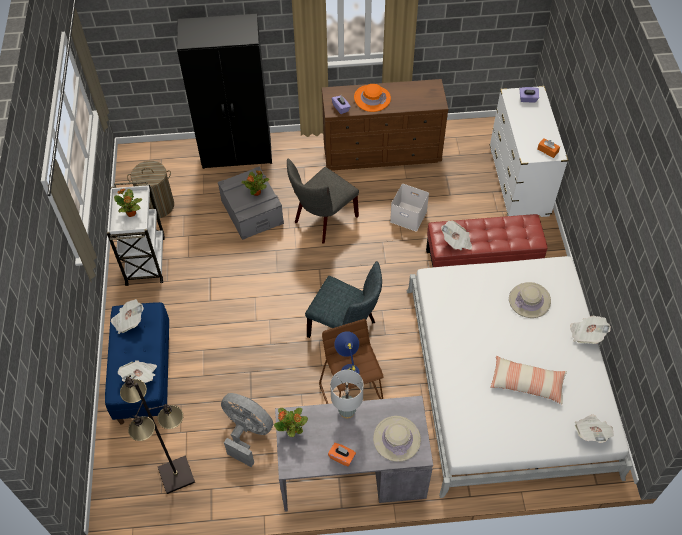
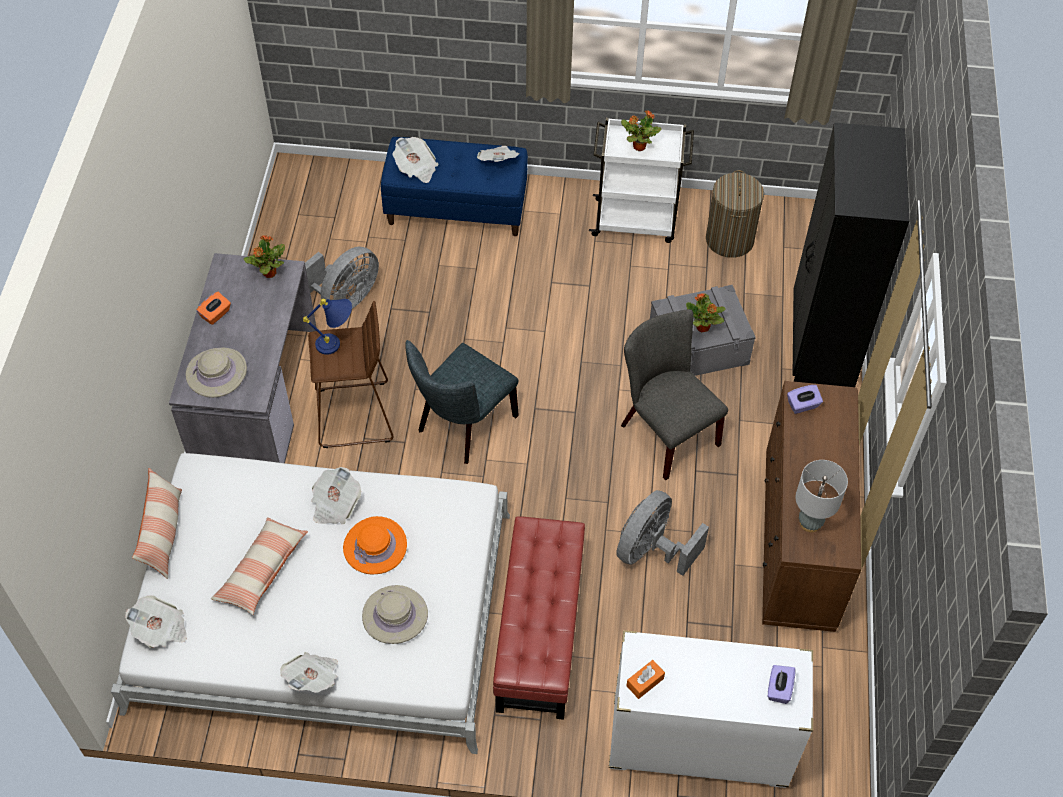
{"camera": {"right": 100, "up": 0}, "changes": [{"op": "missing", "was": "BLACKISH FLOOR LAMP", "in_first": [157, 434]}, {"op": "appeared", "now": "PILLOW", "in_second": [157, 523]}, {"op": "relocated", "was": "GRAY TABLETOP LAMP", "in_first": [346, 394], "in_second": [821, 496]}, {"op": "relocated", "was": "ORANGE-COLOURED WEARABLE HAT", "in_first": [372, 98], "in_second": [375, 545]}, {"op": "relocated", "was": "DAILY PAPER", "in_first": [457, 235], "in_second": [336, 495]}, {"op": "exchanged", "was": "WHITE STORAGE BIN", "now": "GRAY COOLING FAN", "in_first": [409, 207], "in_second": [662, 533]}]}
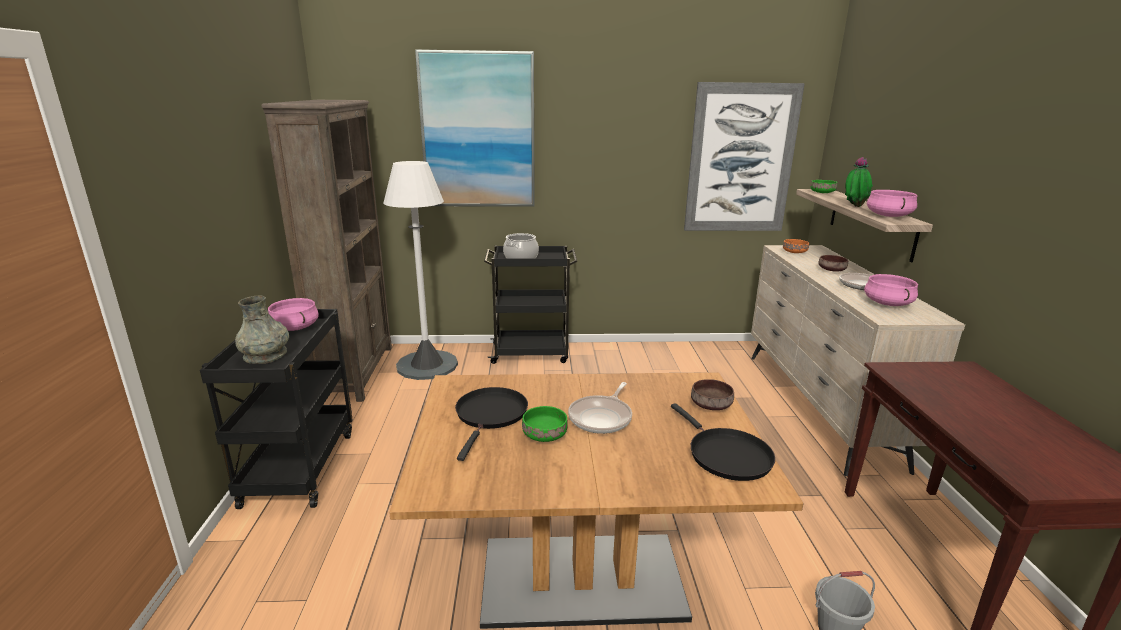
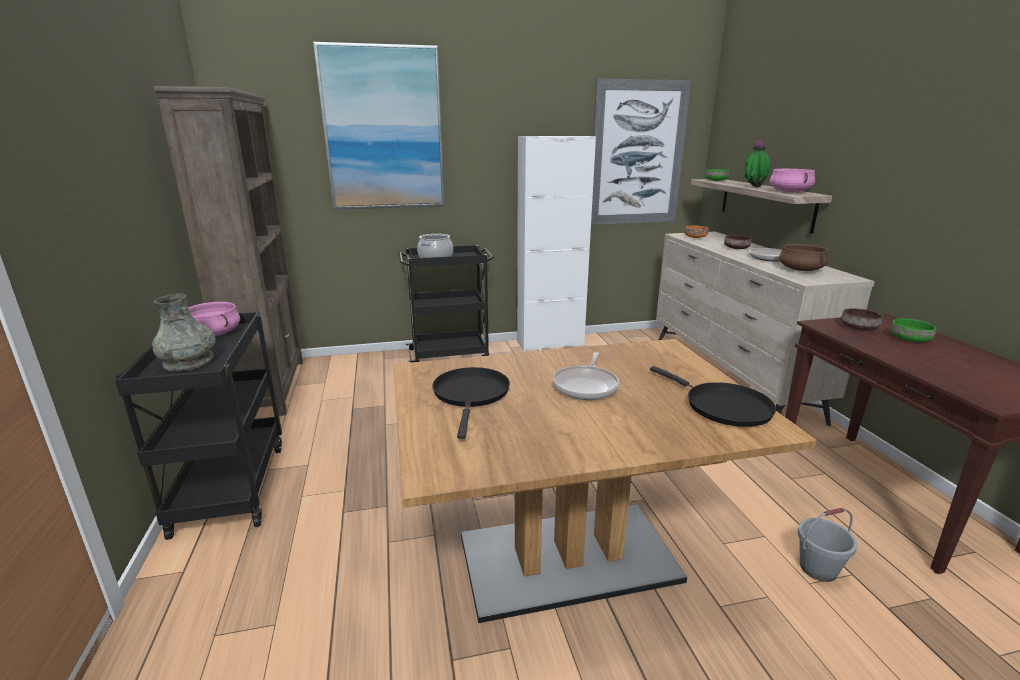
{"camera": {"right": -10, "up": 0}, "changes": [{"op": "missing", "was": "WHITE FLOOR LAMP", "in_first": [420, 270]}, {"op": "appeared", "now": "WHITE STORAGE CABINET", "in_second": [556, 243]}, {"op": "relocated", "was": "GREENISH SERVING BOWL", "in_first": [545, 424], "in_second": [913, 330]}, {"op": "relocated", "was": "BROWN SERVING BOWL", "in_first": [712, 394], "in_second": [862, 319]}, {"op": "colour", "was": "PINK-COLOURED SAUCEPOT", "now": "BROWN SAUCEPOT", "in_first": [891, 290], "in_second": [803, 257]}]}
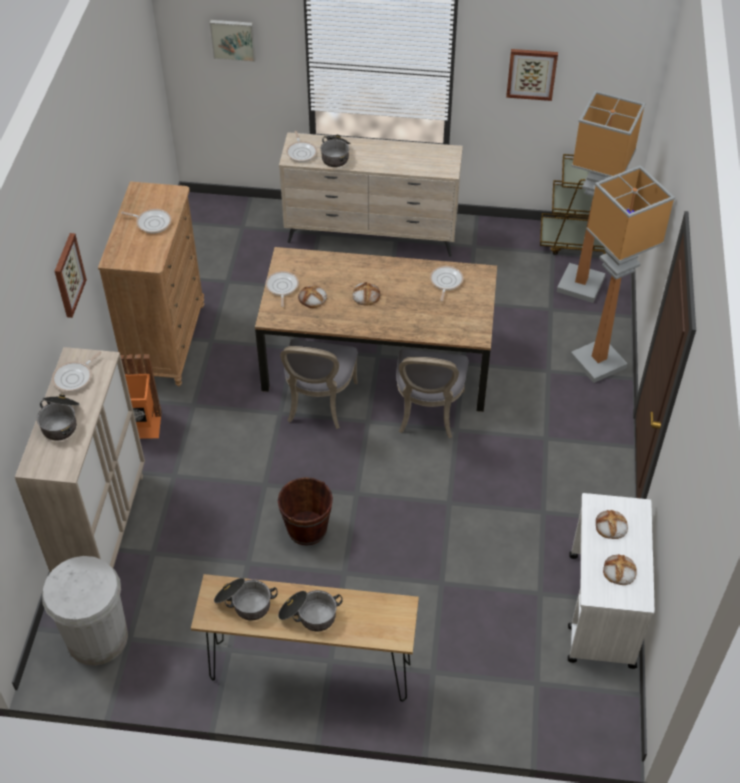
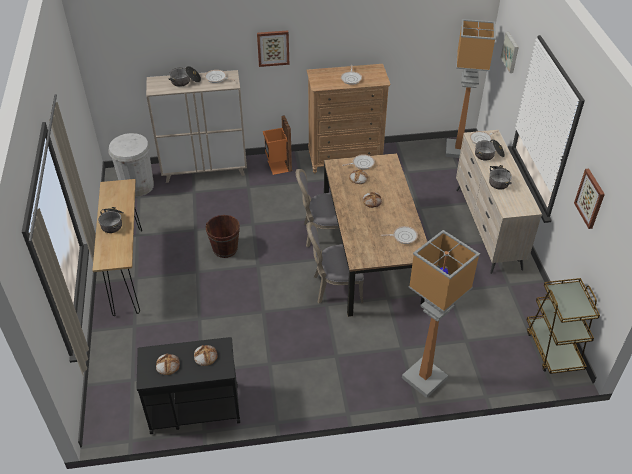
{"camera": {"right": 75, "up": -5}, "changes": [{"op": "relocated", "was": "SAUCEPOT", "in_first": [246, 599], "in_second": [500, 177]}, {"op": "relocated", "was": "FLOOR LAMP", "in_first": [601, 196], "in_second": [471, 88]}, {"op": "colour", "was": "WHITE WHEELED CART", "now": "BLACKISH WHEELED CART", "in_first": [611, 581], "in_second": [188, 385]}]}
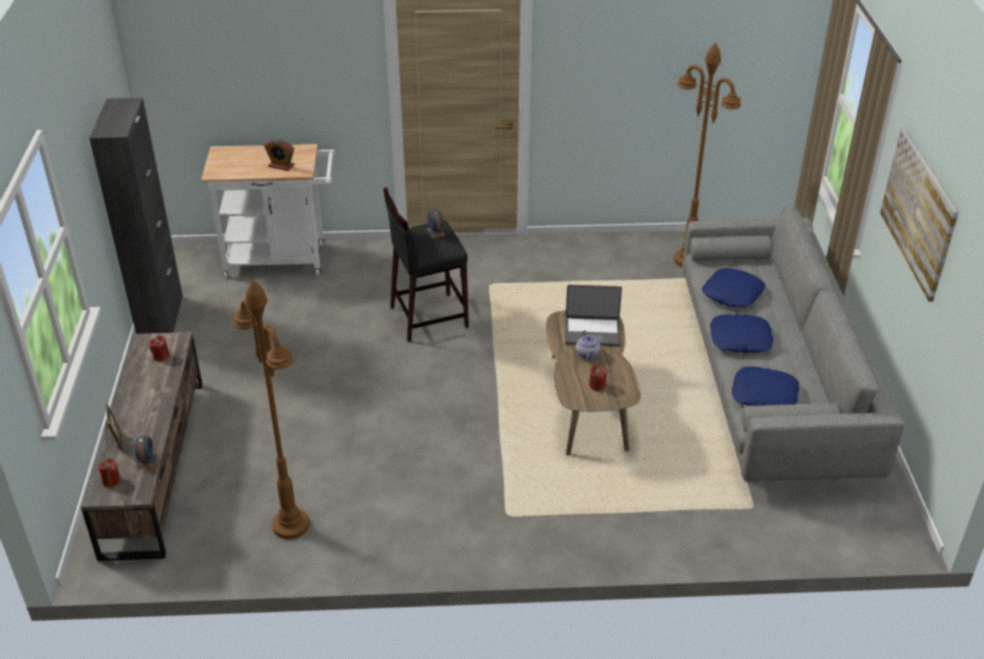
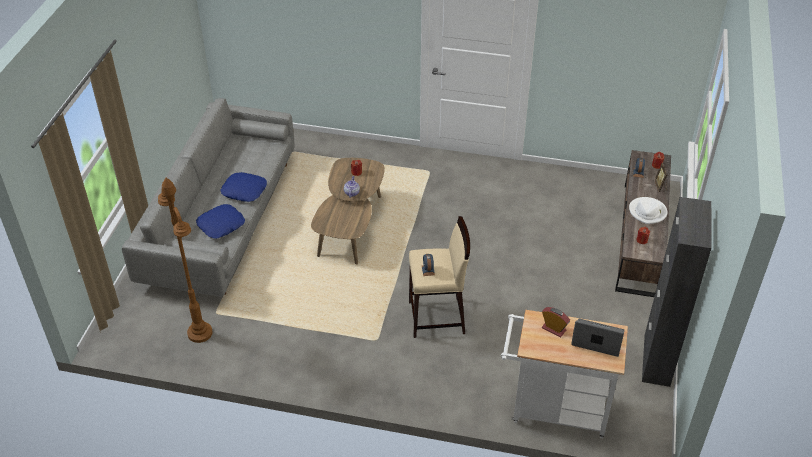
{"camera": {"right": -165, "up": 5}, "changes": [{"op": "missing", "was": "BROWN FLOOR LAMP", "in_first": [271, 409]}, {"op": "missing", "was": "BLUE PILLOW", "in_first": [765, 386]}, {"op": "missing", "was": "WALL PICTURE", "in_first": [919, 215]}, {"op": "appeared", "now": "WHITE WEARABLE HAT", "in_second": [648, 210]}, {"op": "relocated", "was": "LAPTOP", "in_first": [593, 315], "in_second": [598, 338]}, {"op": "colour", "was": "BLACKISH STOOL SEAT", "now": "BEIGE STOOL SEAT", "in_first": [426, 265], "in_second": [439, 277]}]}
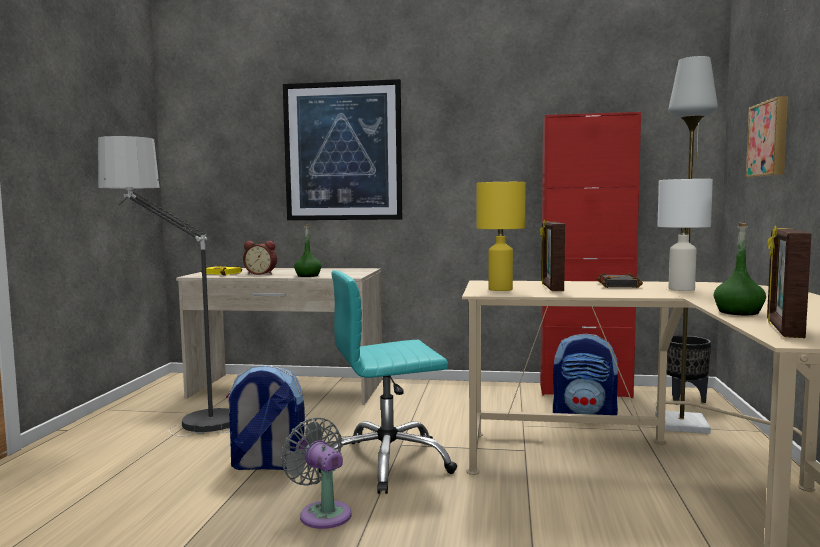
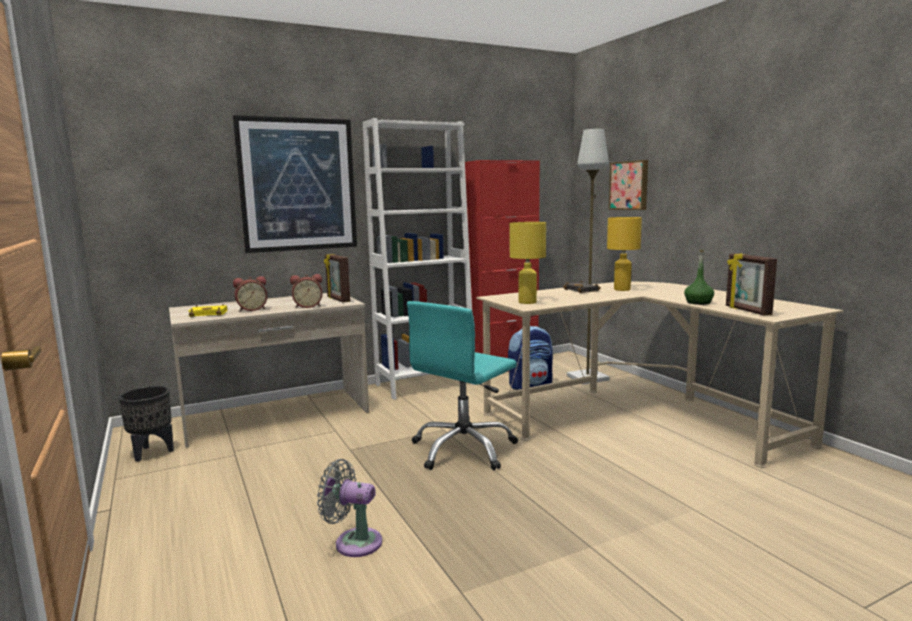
{"camera": {"right": -35, "up": 5}, "changes": [{"op": "missing", "was": "FLOOR LAMP", "in_first": [164, 286]}, {"op": "missing", "was": "RUCKSACK", "in_first": [265, 417]}, {"op": "appeared", "now": "WHITE SHELVING UNIT", "in_second": [419, 259]}, {"op": "relocated", "was": "GRAY COOLING FAN", "in_first": [316, 473], "in_second": [349, 508]}, {"op": "relocated", "was": "STANDING FRAME", "in_first": [552, 255], "in_second": [337, 278]}, {"op": "relocated", "was": "BLACKISH FLOWER POT", "in_first": [689, 370], "in_second": [146, 424]}, {"op": "exchanged", "was": "GREENISH DRINK BOTTLE", "now": "TABLE CLOCK", "in_first": [308, 250], "in_second": [306, 291]}, {"op": "colour", "was": "WHITE TABLETOP LAMP", "now": "YELLOW-COLOURED TABLETOP LAMP", "in_first": [685, 235], "in_second": [624, 254]}]}
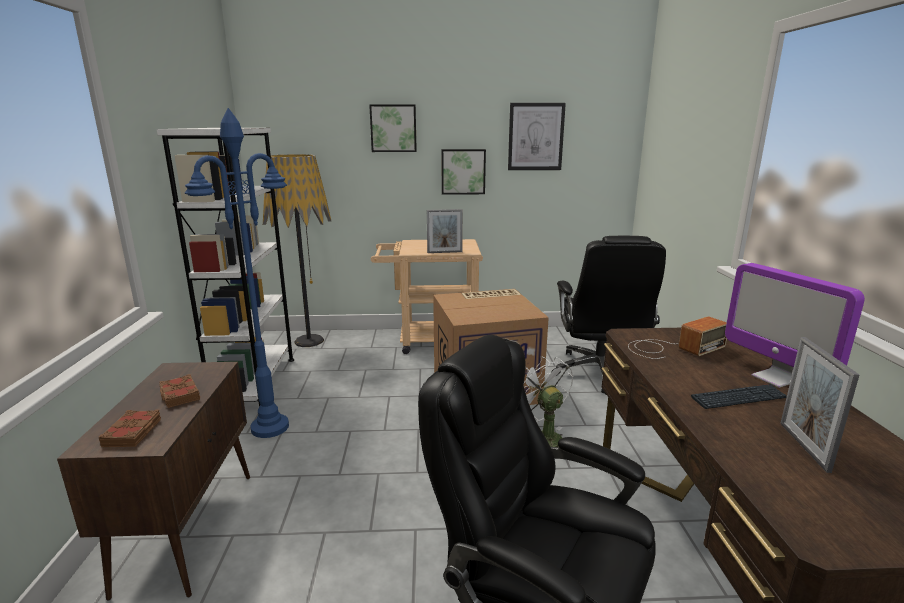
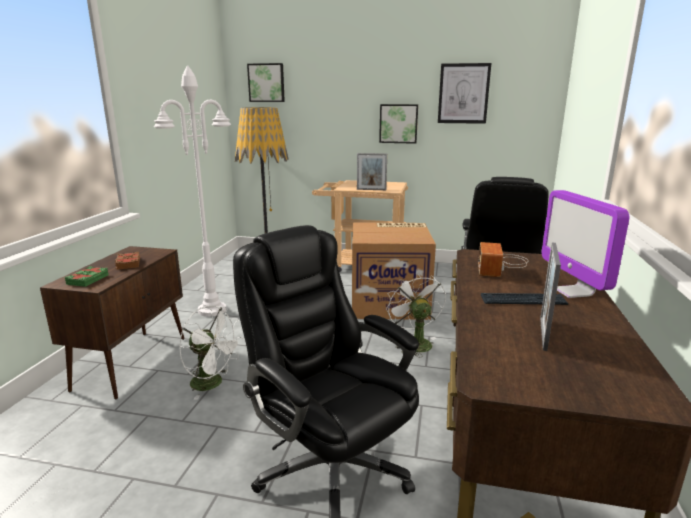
{"camera": {"right": 15, "up": 0}, "changes": [{"op": "missing", "was": "WHITE SHELVING UNIT", "in_first": [225, 267]}, {"op": "appeared", "now": "WHITE COOLING FAN", "in_second": [211, 352]}, {"op": "relocated", "was": "WALL PICTURE", "in_first": [393, 128], "in_second": [266, 82]}, {"op": "colour", "was": "BROWN VOLUME", "now": "GREENISH VOLUME", "in_first": [130, 428], "in_second": [87, 276]}, {"op": "colour", "was": "BLUE FLOOR LAMP", "now": "WHITE FLOOR LAMP", "in_first": [237, 273], "in_second": [192, 191]}, {"op": "spun", "was": "RADIO SET", "in_first": [677, 337], "in_second": [503, 259], "clockwise": 120}]}
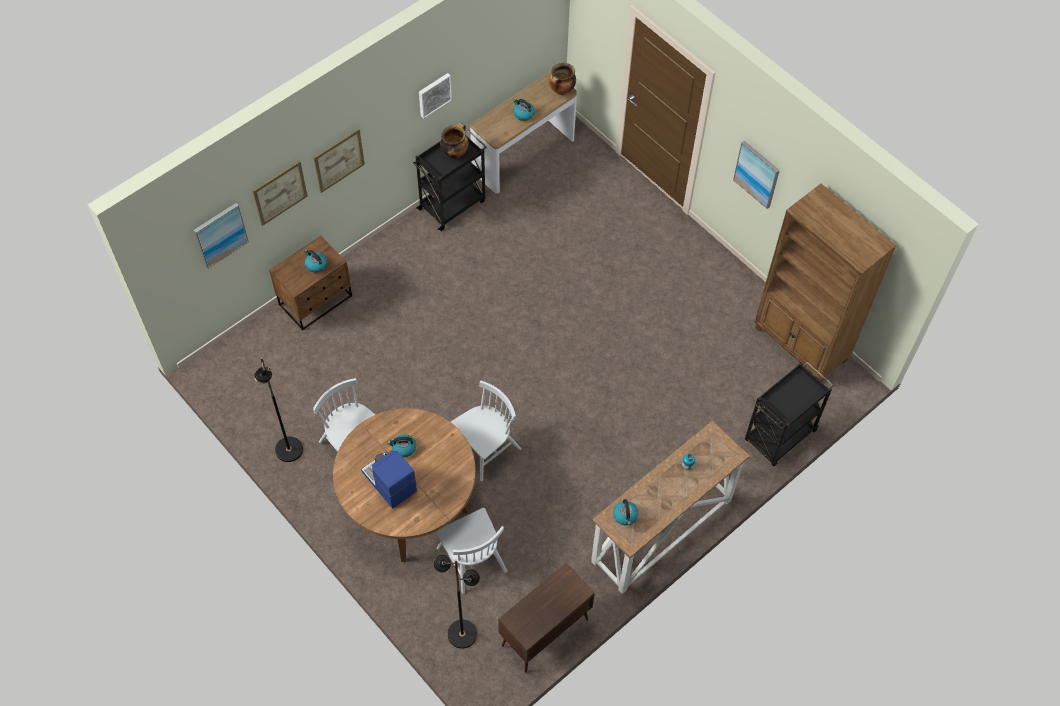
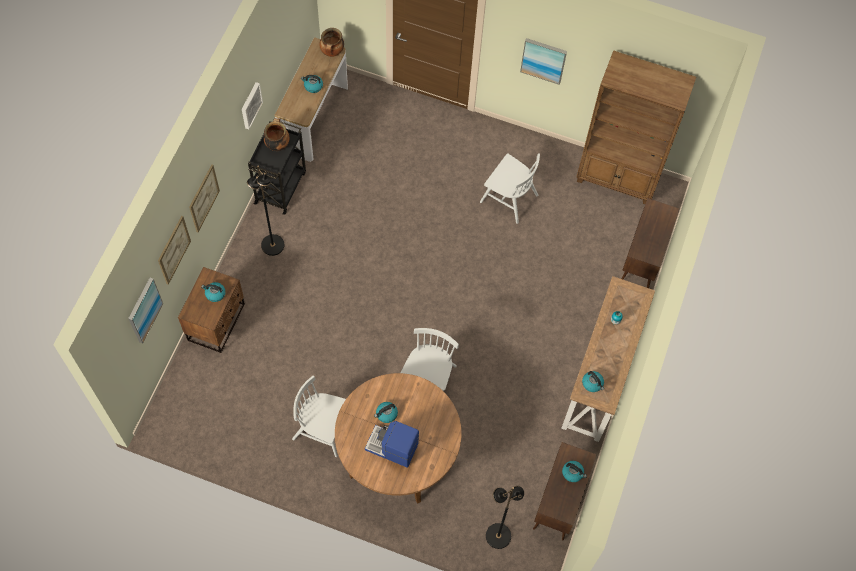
{"camera": {"right": -30, "up": 5}, "changes": [{"op": "appeared", "now": "KETTLE", "in_second": [574, 471]}, {"op": "relocated", "was": "BLACKISH FLOOR LAMP", "in_first": [278, 409], "in_second": [265, 211]}, {"op": "relocated", "was": "WHITE UPRIGHT CHAIR", "in_first": [471, 551], "in_second": [510, 188]}, {"op": "exchanged", "was": "BLACKISH WHEELED CART", "now": "BROWN STORAGE CABINET", "in_first": [789, 414], "in_second": [650, 243]}]}
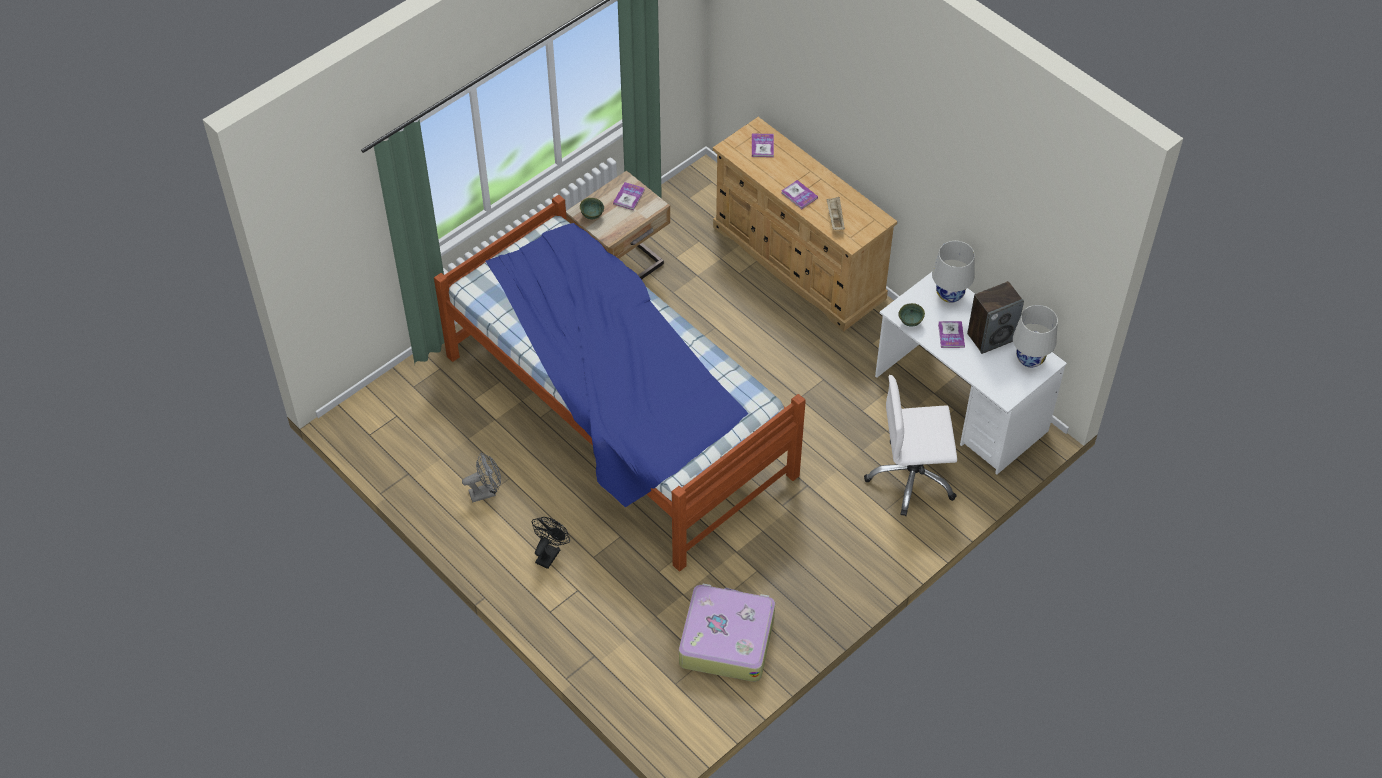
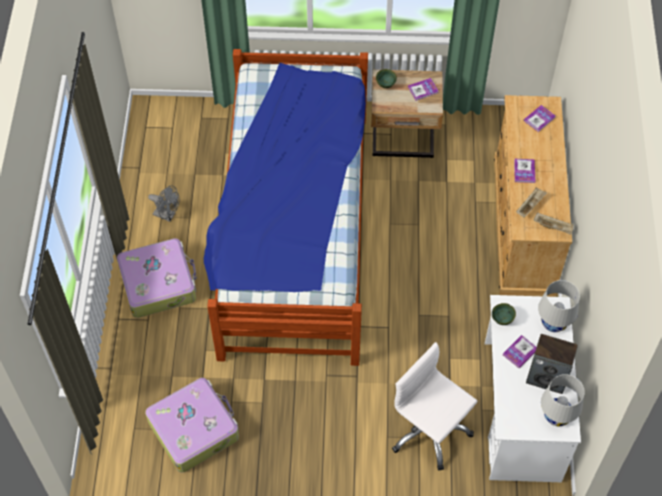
{"camera": {"right": 45, "up": 5}, "changes": [{"op": "appeared", "now": "BEIGE TRAY", "in_second": [553, 223]}, {"op": "exchanged", "was": "BLACKISH COOLING FAN", "now": "SUITCASE", "in_first": [551, 543], "in_second": [157, 278]}]}
